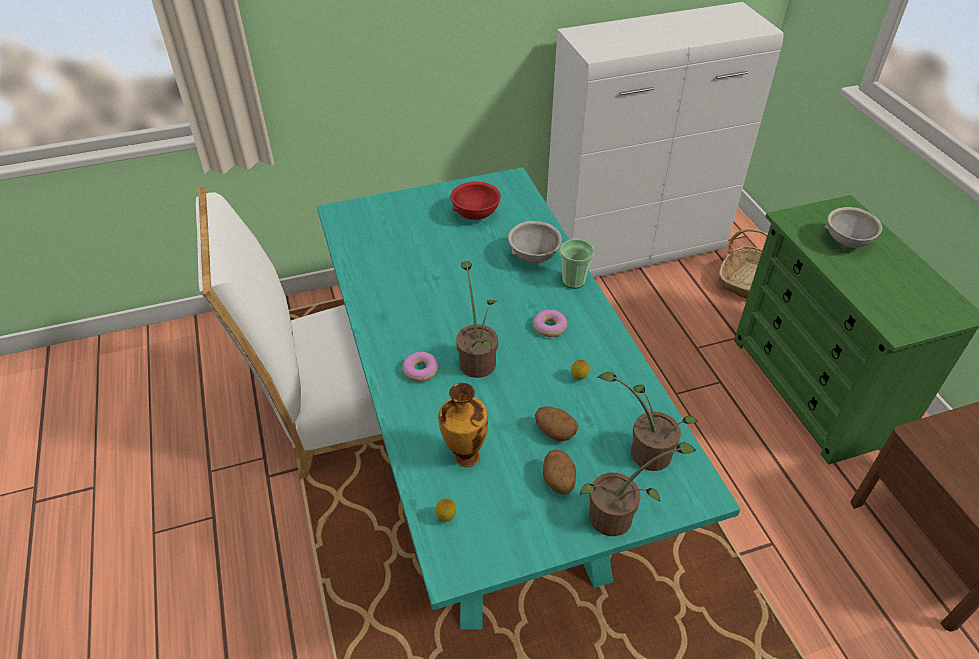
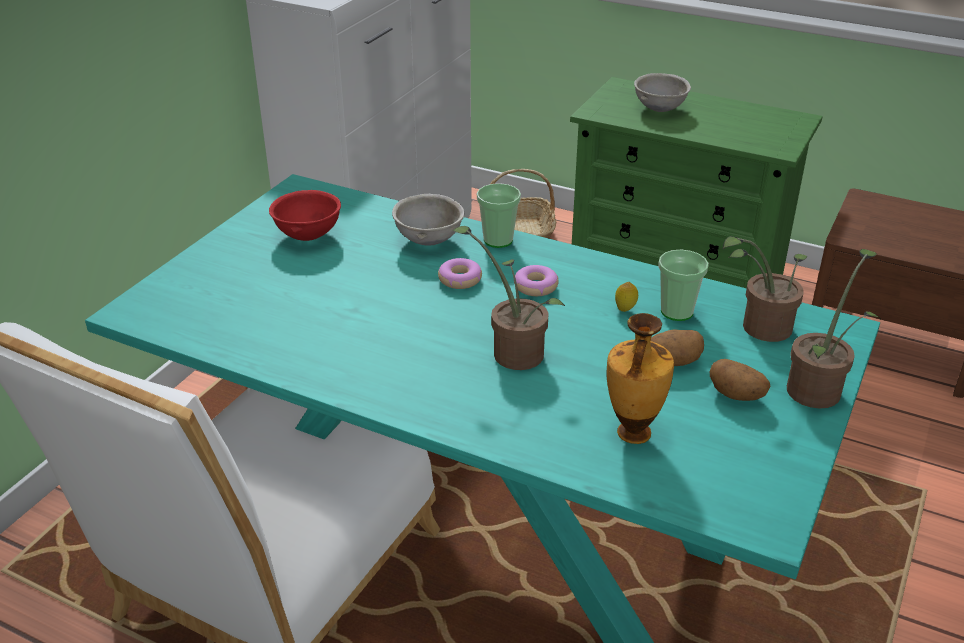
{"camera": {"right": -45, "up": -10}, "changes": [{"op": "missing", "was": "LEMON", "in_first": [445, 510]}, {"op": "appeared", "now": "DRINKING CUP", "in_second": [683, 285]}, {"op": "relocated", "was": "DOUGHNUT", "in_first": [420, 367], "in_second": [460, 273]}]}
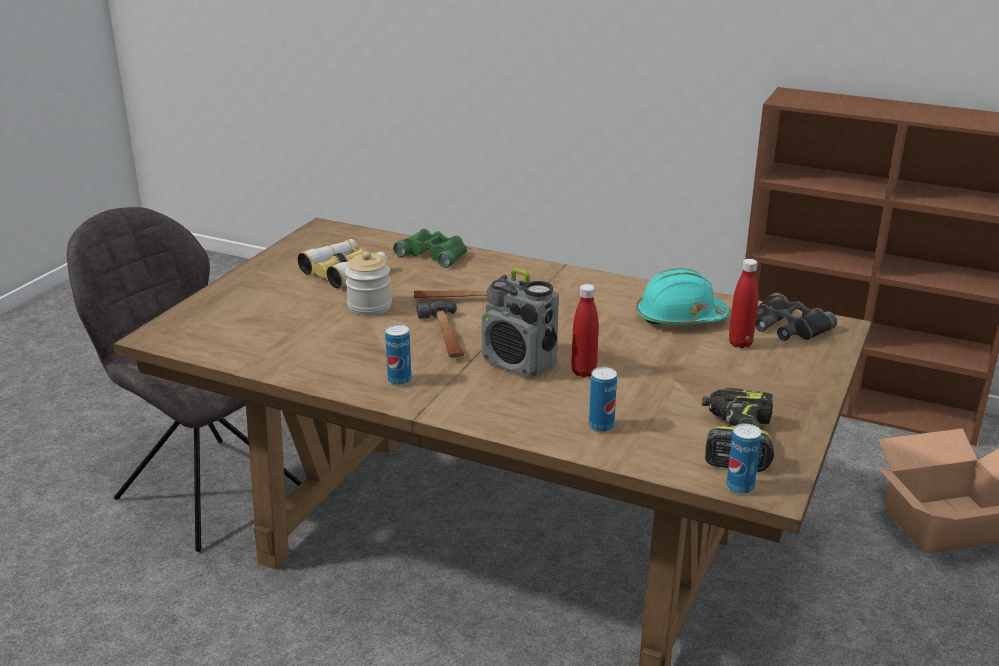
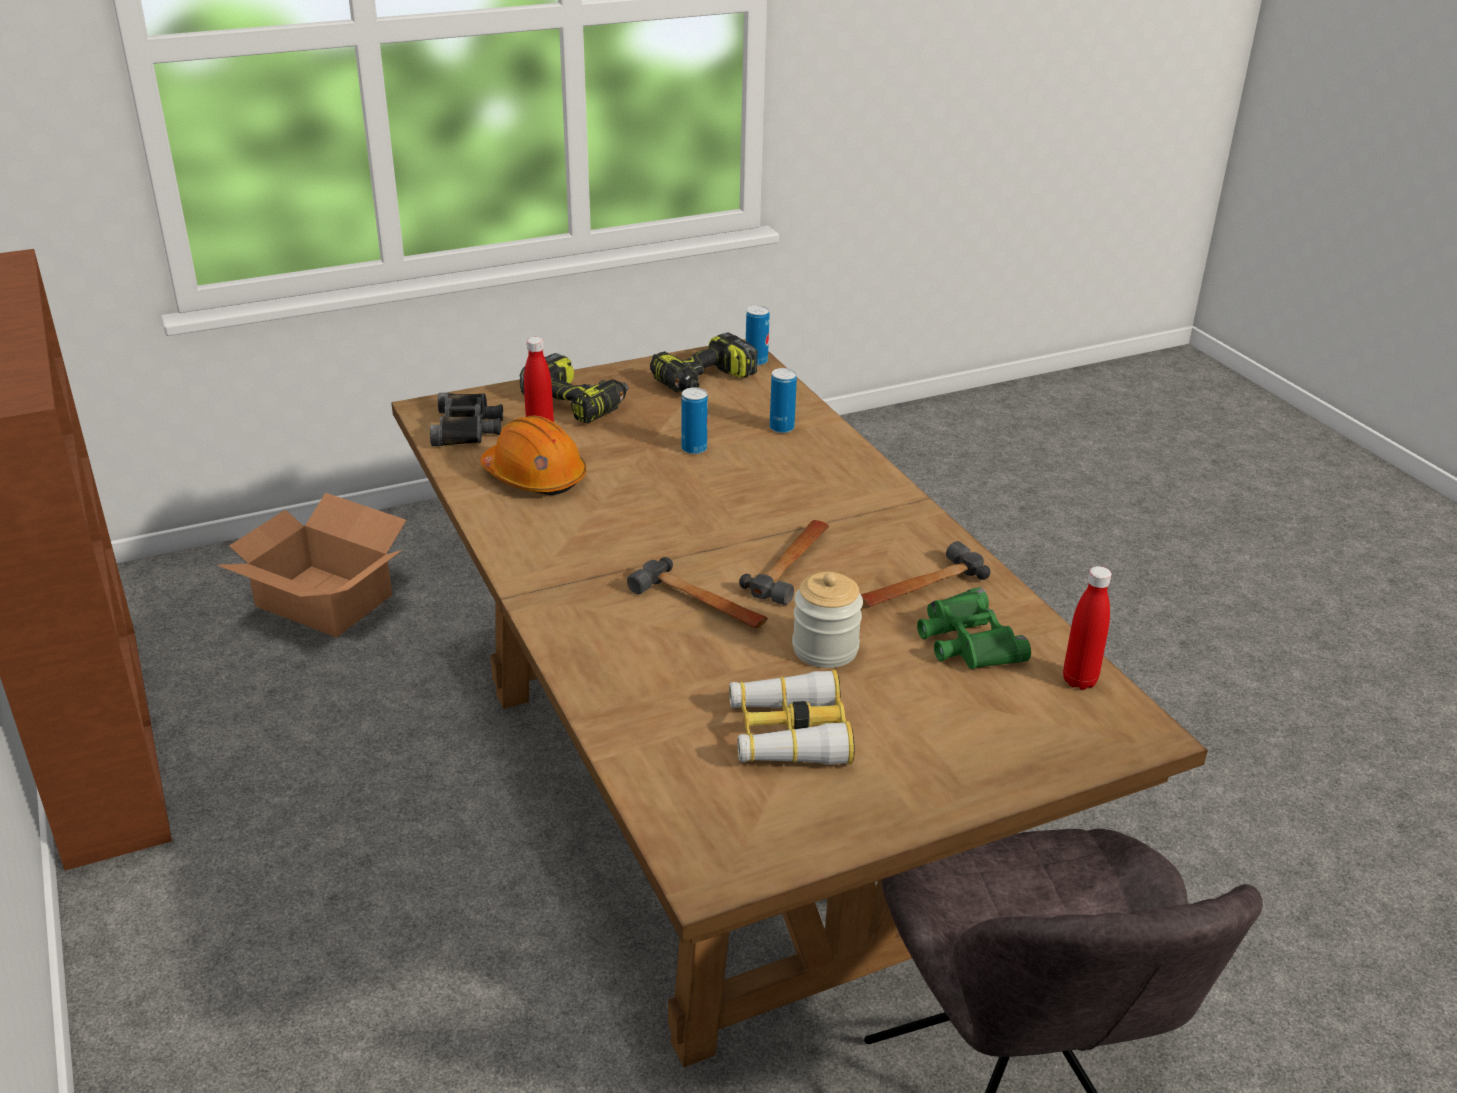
{"camera": {"right": -140, "up": 5}, "changes": [{"op": "missing", "was": "RADIO SET", "in_first": [520, 322]}, {"op": "appeared", "now": "DRILL", "in_second": [573, 388]}, {"op": "appeared", "now": "HAMMER", "in_second": [925, 574]}, {"op": "relocated", "was": "METAL CAN", "in_first": [398, 355], "in_second": [695, 421]}, {"op": "relocated", "was": "GREENISH BINOCULARS", "in_first": [430, 248], "in_second": [974, 628]}, {"op": "relocated", "was": "RED-COLOURED DRINK BOTTLE", "in_first": [585, 330], "in_second": [1087, 628]}, {"op": "colour", "was": "TURQUOISE WORK HELMET", "now": "ORANGE-COLOURED WORK HELMET", "in_first": [682, 296], "in_second": [533, 455]}]}
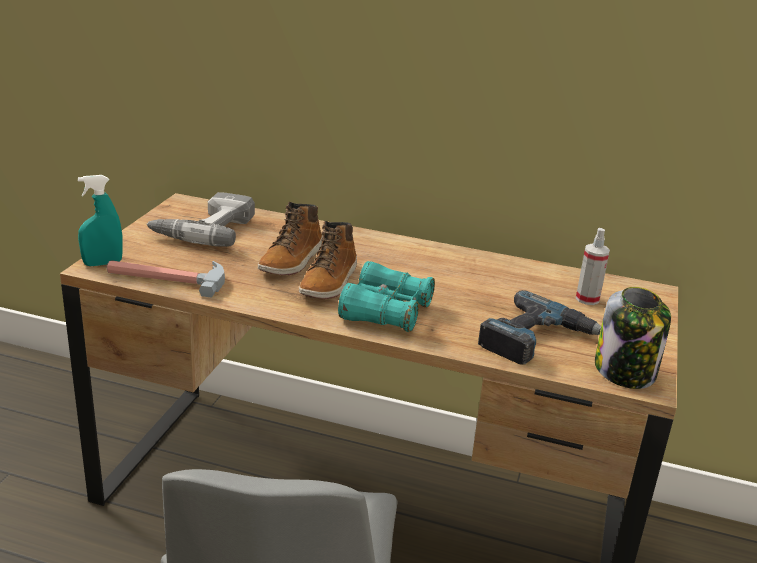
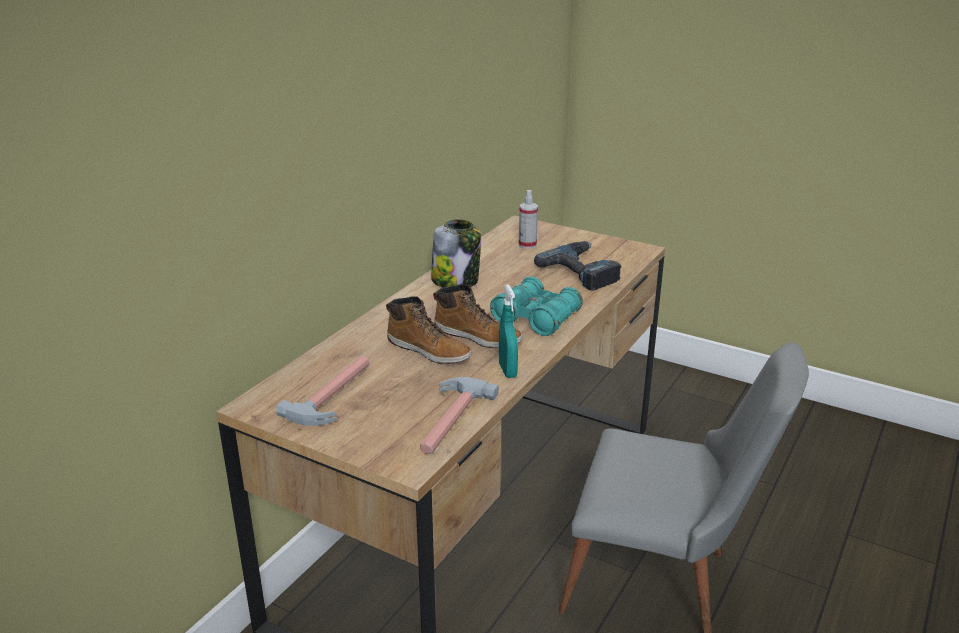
{"camera": {"right": -75, "up": 0}, "changes": [{"op": "relocated", "was": "TURQUOISE HAND SPRAYER", "in_first": [100, 220], "in_second": [508, 331]}, {"op": "relocated", "was": "JAR", "in_first": [633, 338], "in_second": [456, 253]}, {"op": "exchanged", "was": "DRILL", "now": "HAMMER", "in_first": [200, 219], "in_second": [322, 391]}]}
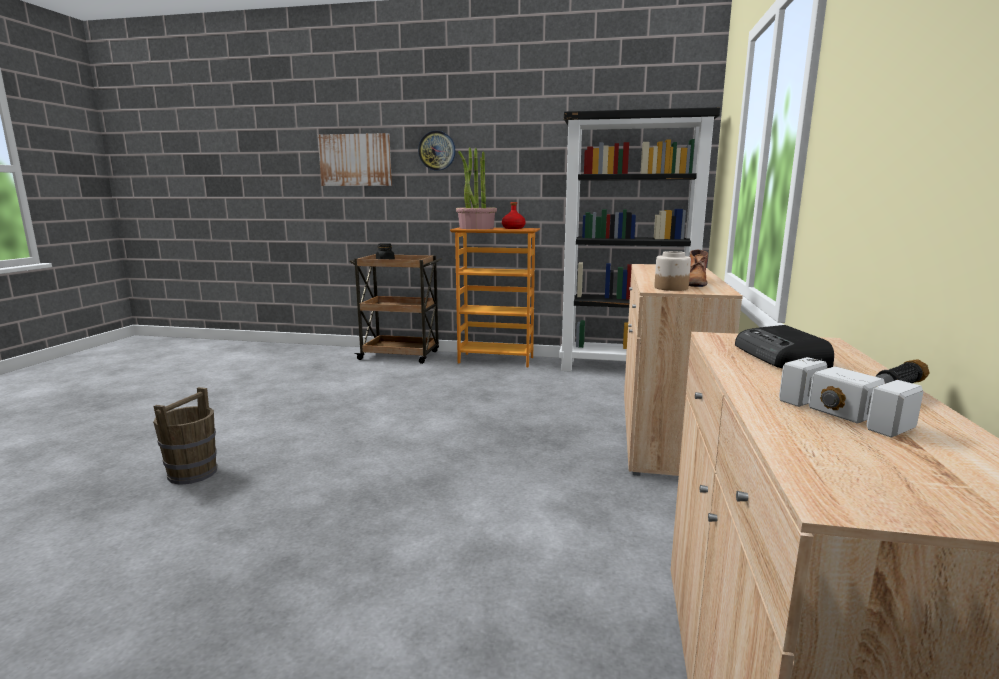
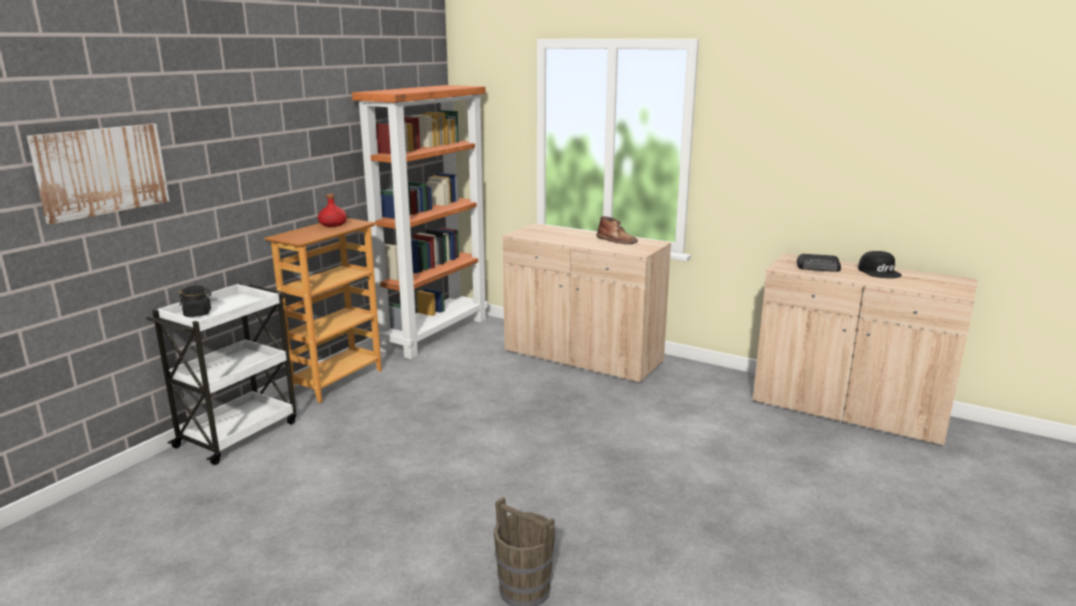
{"camera": {"right": -70, "up": 5}, "changes": [{"op": "missing", "was": "WALL CLOCK", "in_first": [436, 151]}, {"op": "missing", "was": "HOUSEPLANT", "in_first": [476, 188]}, {"op": "missing", "was": "JAR", "in_first": [672, 271]}, {"op": "exchanged", "was": "HAMMER", "now": "BLACKISH PEAKED CAP", "in_first": [854, 397], "in_second": [880, 264]}, {"op": "colour", "was": "BROWN WHEELED CART", "now": "WHITE WHEELED CART", "in_first": [395, 309], "in_second": [221, 374]}, {"op": "colour", "was": "BLACKISH SHELVING UNIT", "now": "ORANGE-COLOURED SHELVING UNIT", "in_first": [639, 239], "in_second": [420, 222]}]}
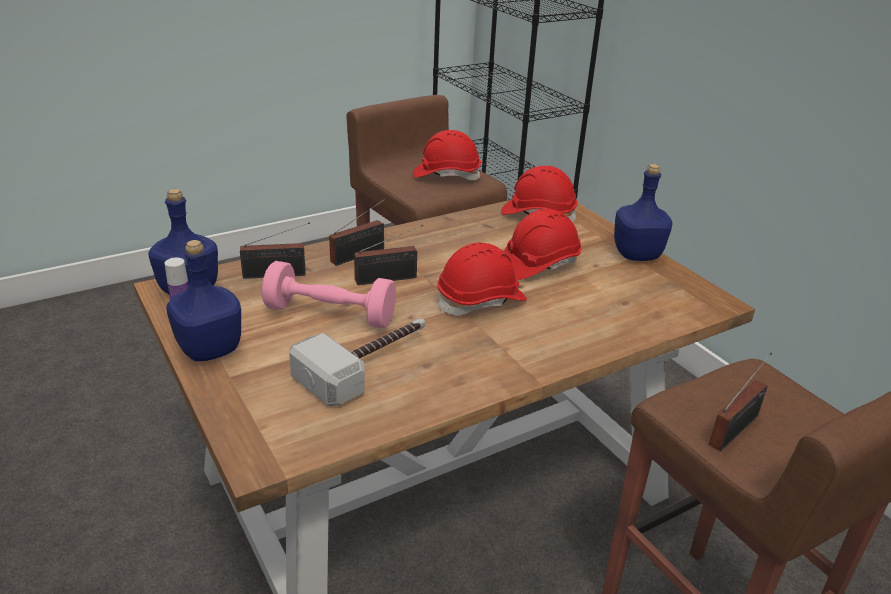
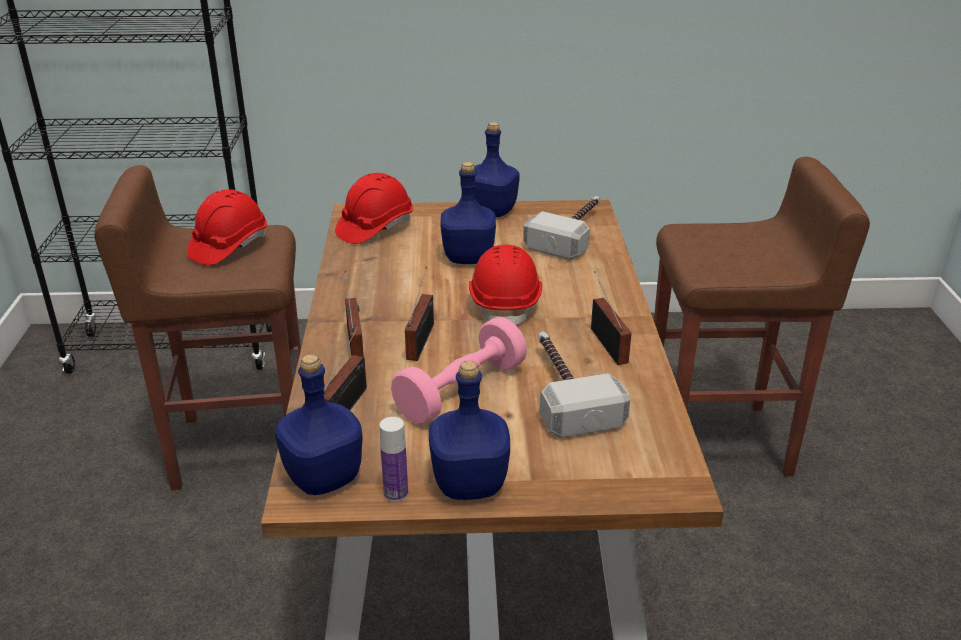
{"camera": {"right": -60, "up": 0}, "changes": [{"op": "appeared", "now": "HAMMER", "in_second": [561, 228]}, {"op": "relocated", "was": "RADIO SET", "in_first": [740, 402], "in_second": [611, 318]}, {"op": "exchanged", "was": "RED-COLOURED WORK HELMET", "now": "BLUE DRINK BOTTLE", "in_first": [542, 244], "in_second": [468, 213]}]}
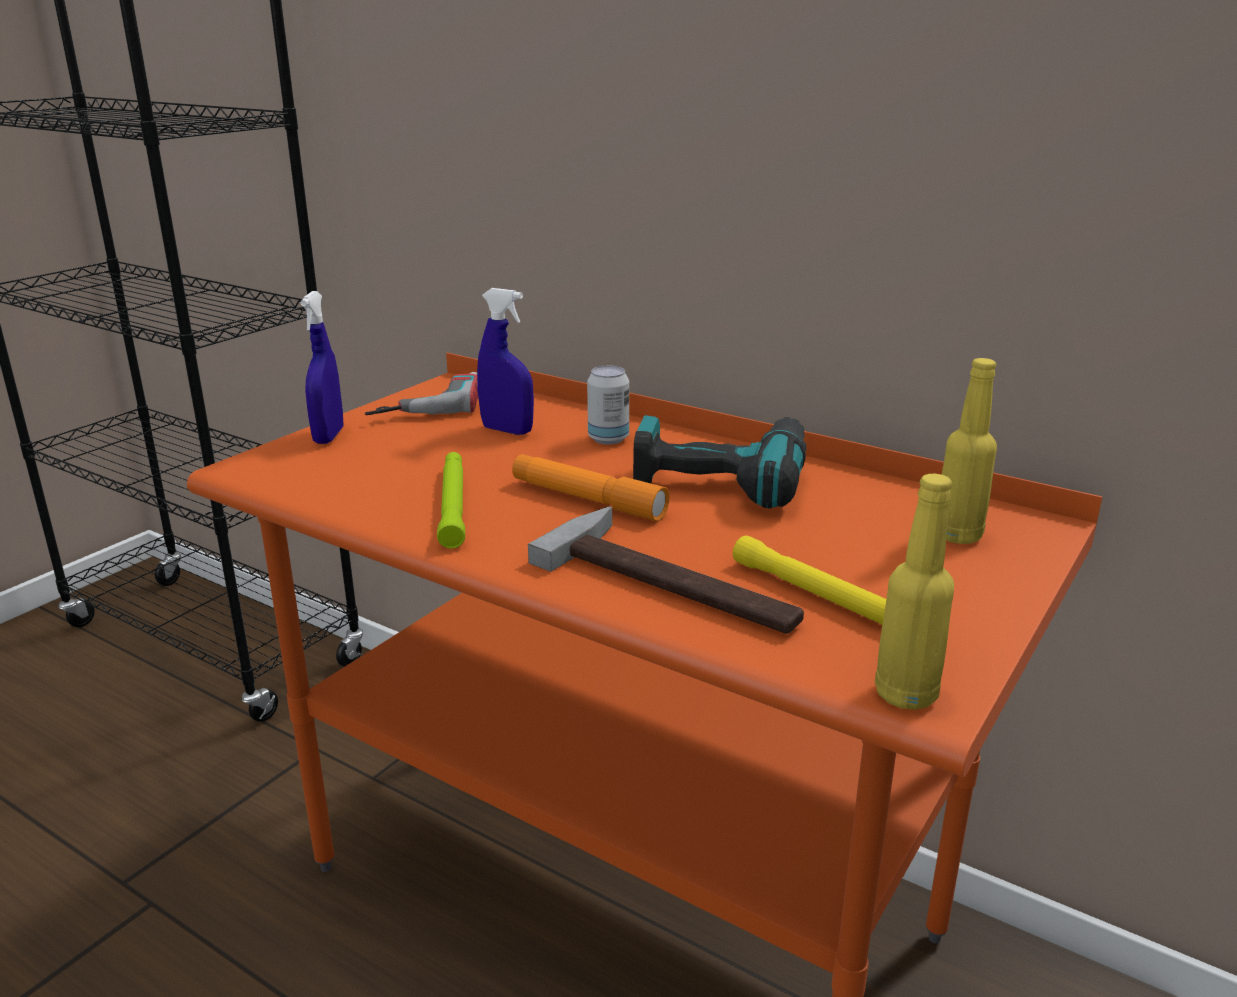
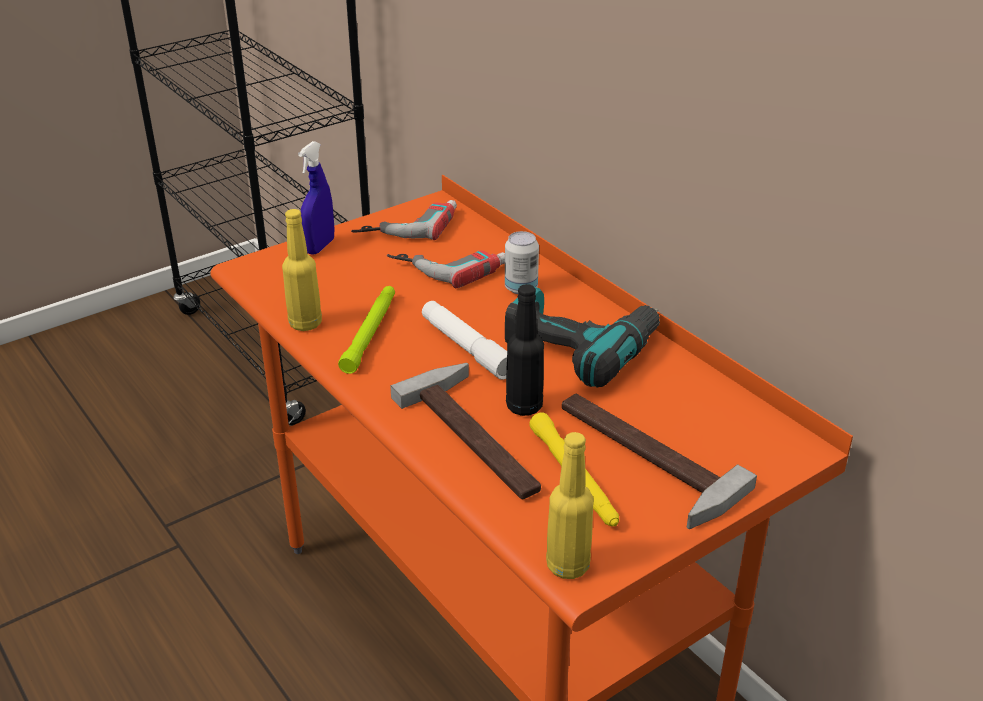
{"camera": {"right": 20, "up": 10}, "changes": [{"op": "appeared", "now": "BLACKISH DRINK BOTTLE", "in_second": [525, 350]}, {"op": "appeared", "now": "HAMMER", "in_second": [659, 461]}, {"op": "relocated", "was": "YELLOW-COLOURED DRINK BOTTLE", "in_first": [969, 451], "in_second": [302, 270]}, {"op": "exchanged", "was": "BLUE HAND SPRAYER", "now": "DRILL", "in_first": [505, 361], "in_second": [446, 269]}, {"op": "colour", "was": "ORANGE-COLOURED FLASHLIGHT", "now": "WHITE FLASHLIGHT", "in_first": [591, 487], "in_second": [464, 340]}]}
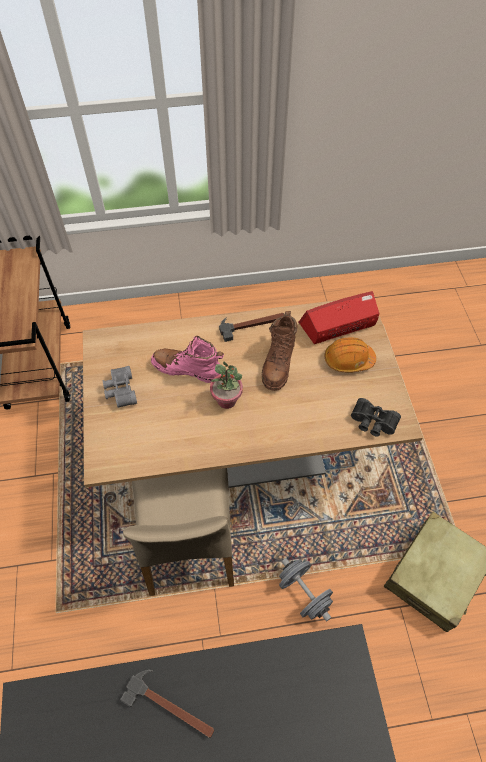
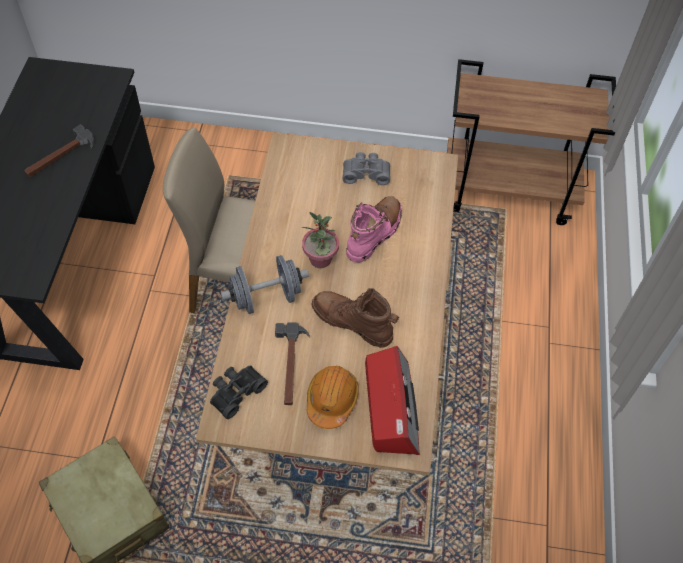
{"camera": {"right": 105, "up": 0}, "changes": [{"op": "relocated", "was": "HAMMER", "in_first": [251, 327], "in_second": [292, 363]}, {"op": "relocated", "was": "GRAY FREE WEIGHT", "in_first": [306, 590], "in_second": [265, 284]}]}
